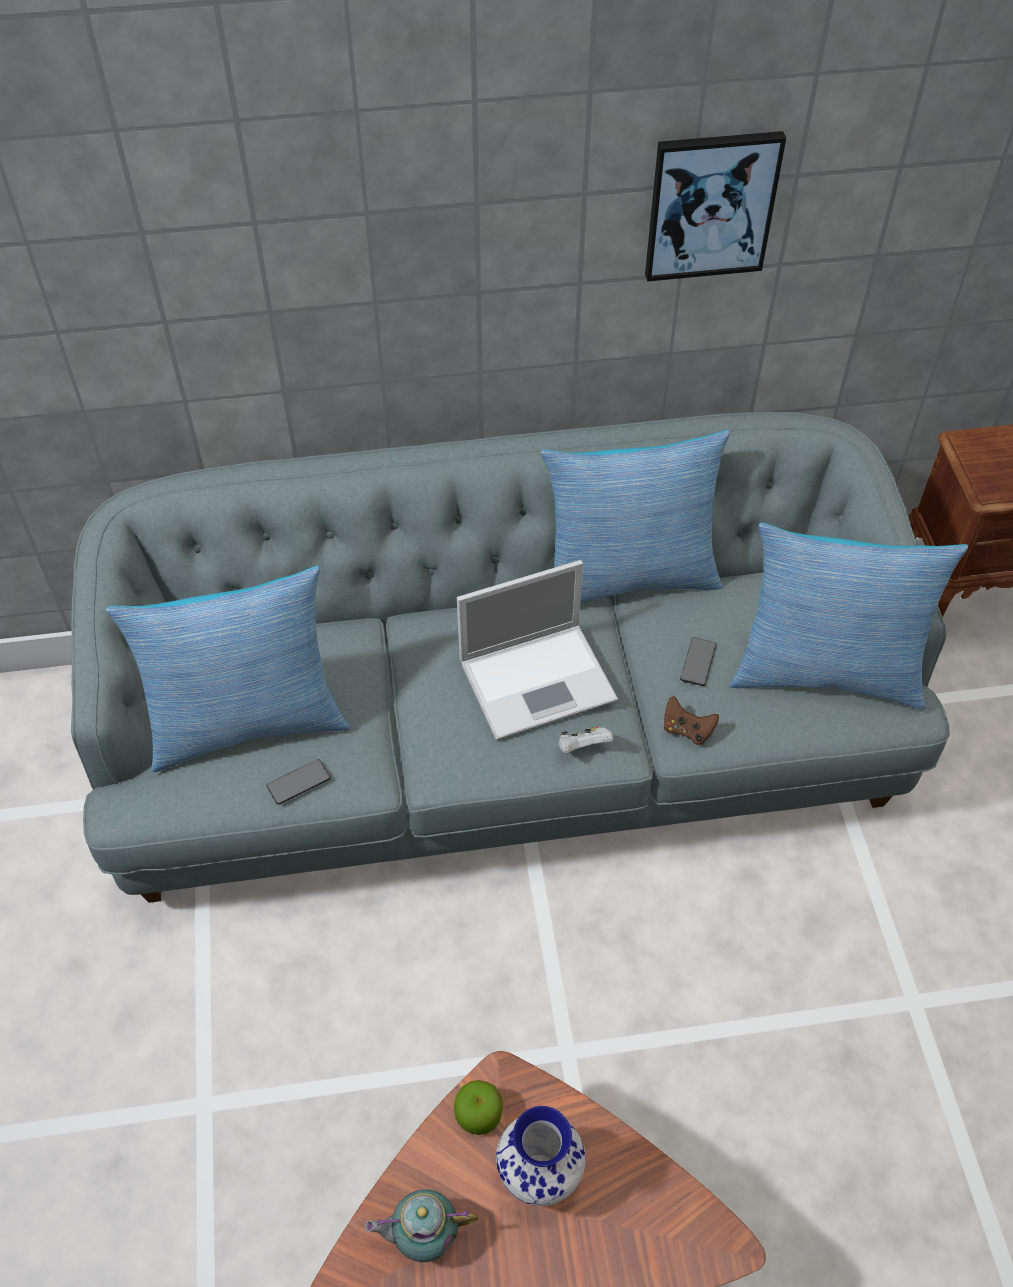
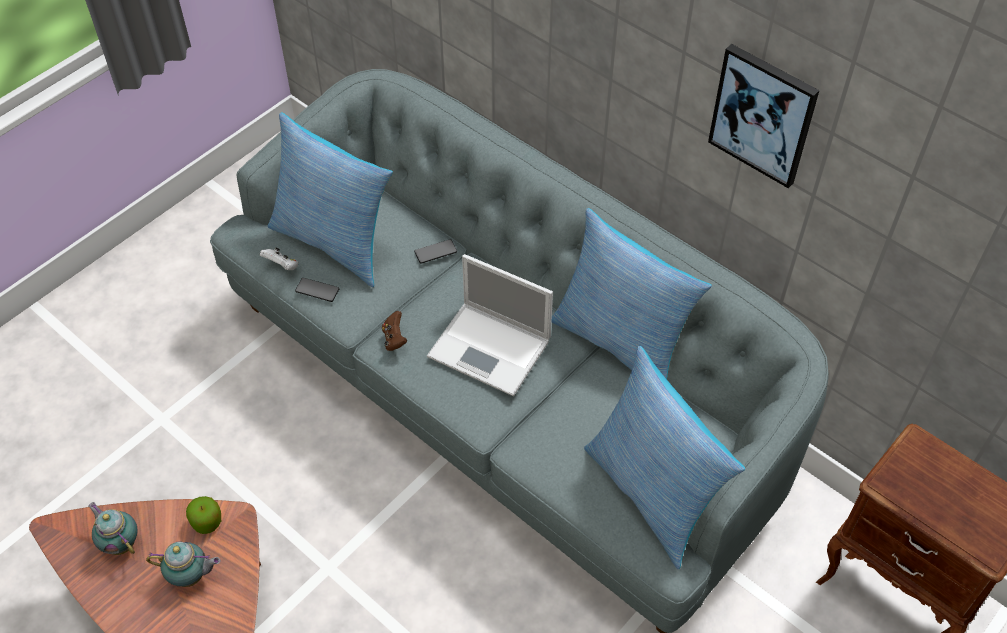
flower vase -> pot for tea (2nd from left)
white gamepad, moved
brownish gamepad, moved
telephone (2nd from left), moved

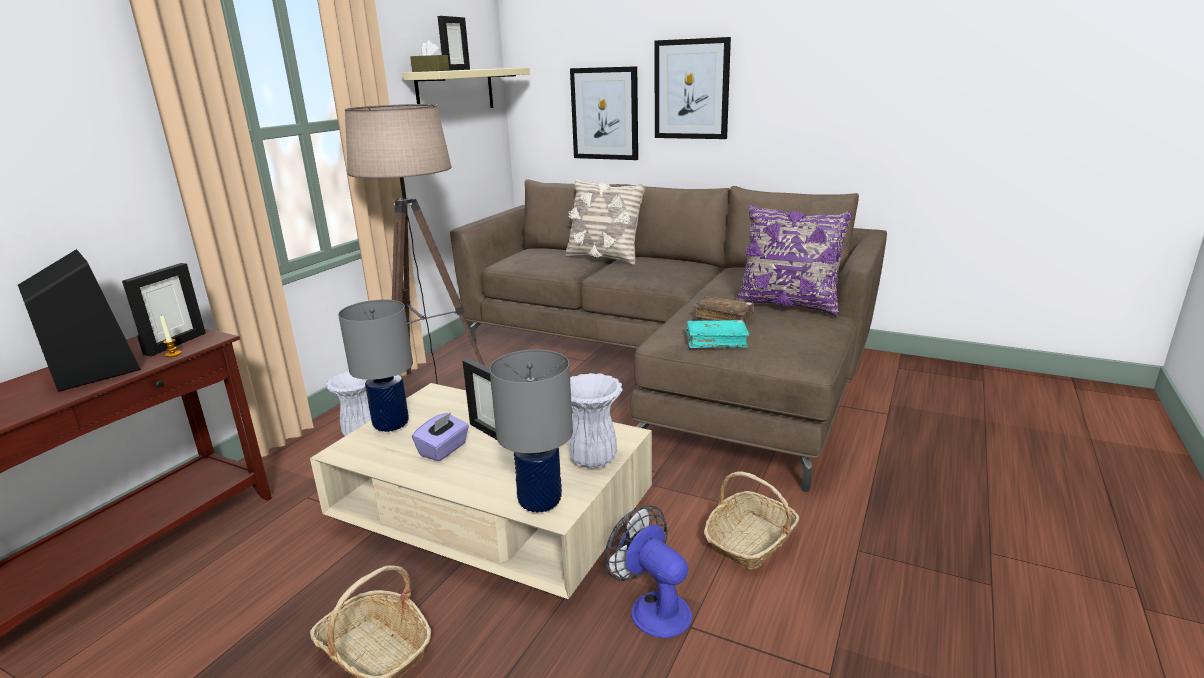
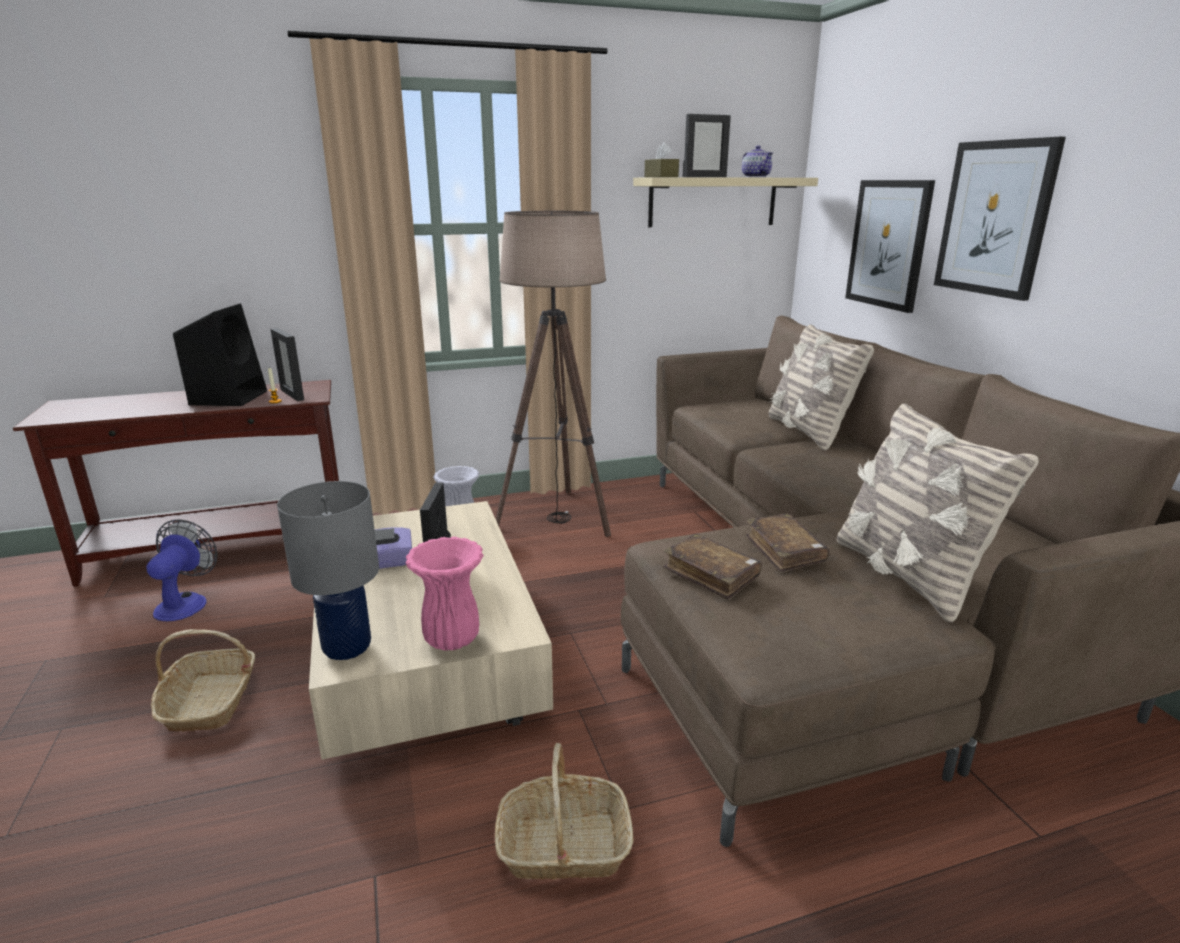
photo frame (1st from left), 75 degrees clockwise
greyish table lamp (1st from left) -> none
white flower vase (2nd from left) -> pink flower vase
electric fan, moved
turquoise bound book -> brownish bound book (1st from left)
purple-coloured cushion -> beige cushion (2nd from left)
none -> pot for tea

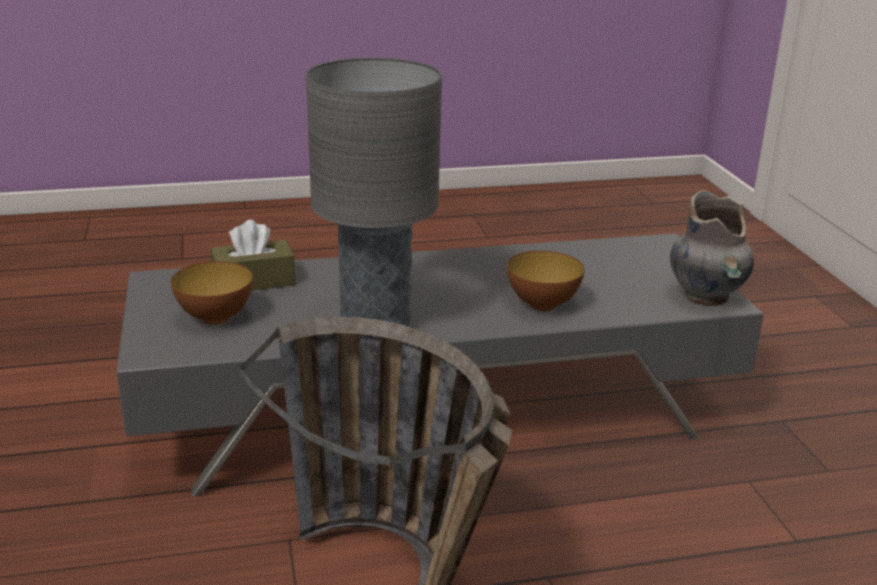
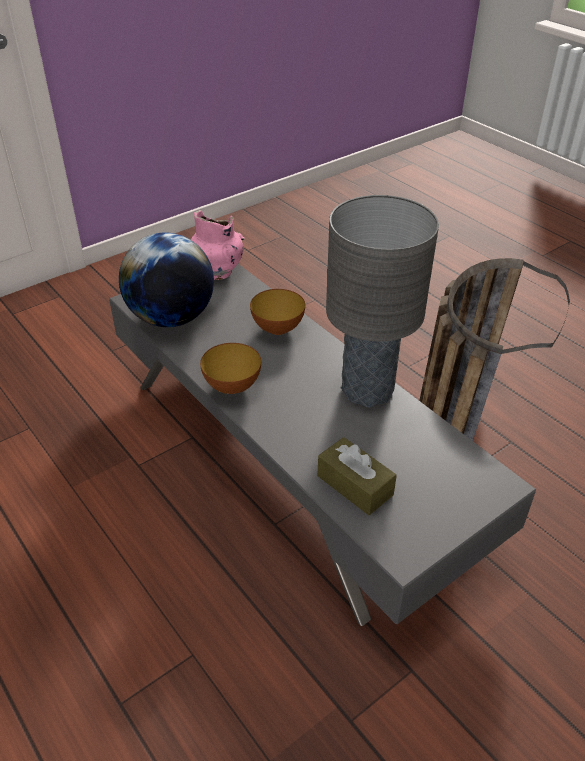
deep dish (1st from left), moved
greyish flower vase -> pink flower vase
none -> globe

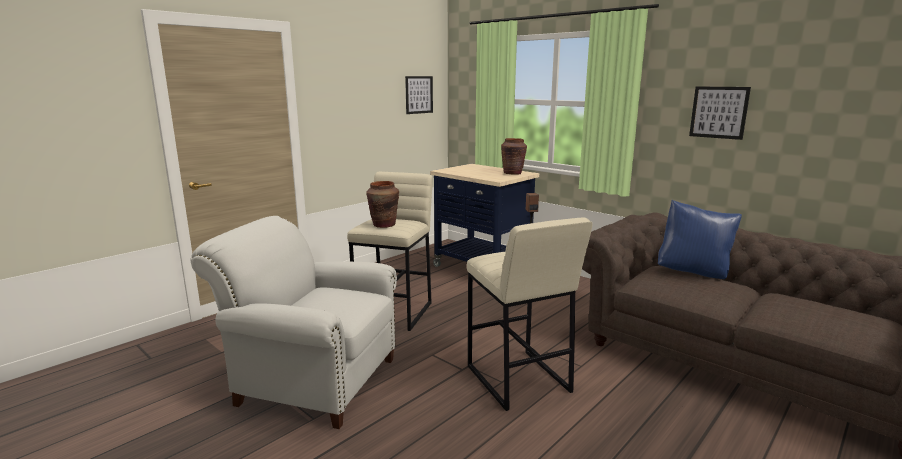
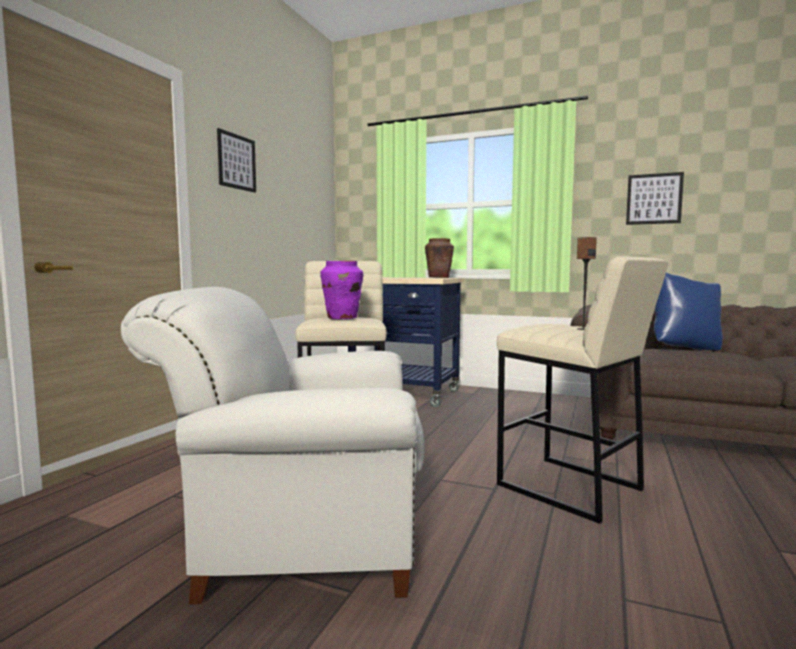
brownish flower vase (1st from left) -> purple-coloured flower vase
picture (1st from left), moved

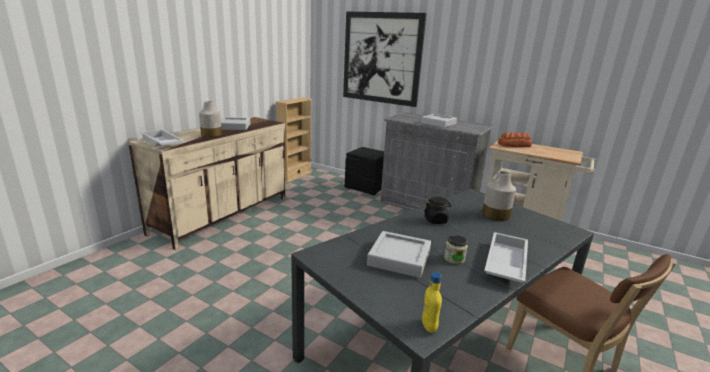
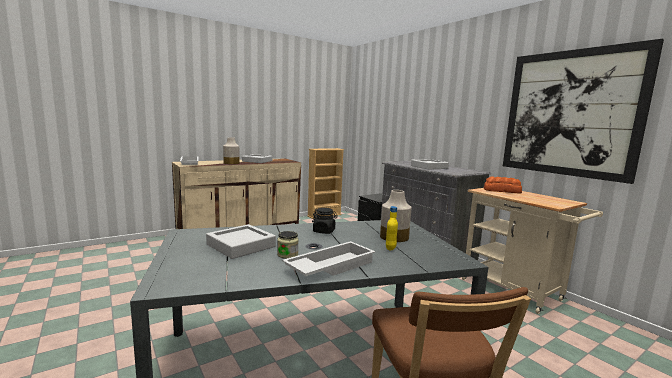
picture, moved
yellowish beverage bottle, moved

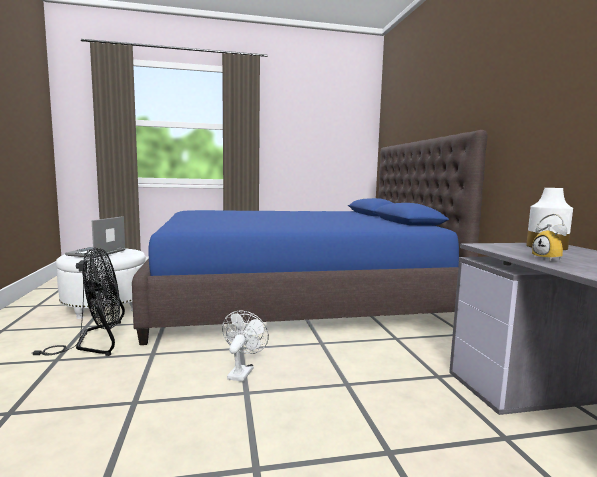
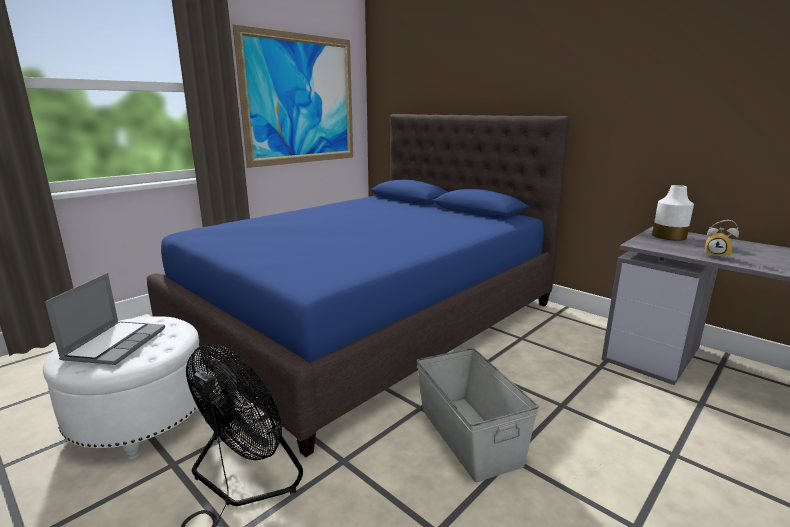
portable computer, 150 degrees counterclockwise
white electric fan -> greyish storage box
none -> picture

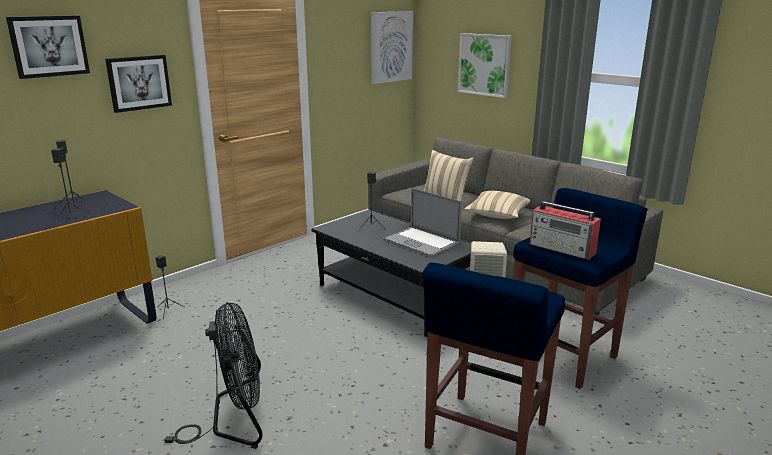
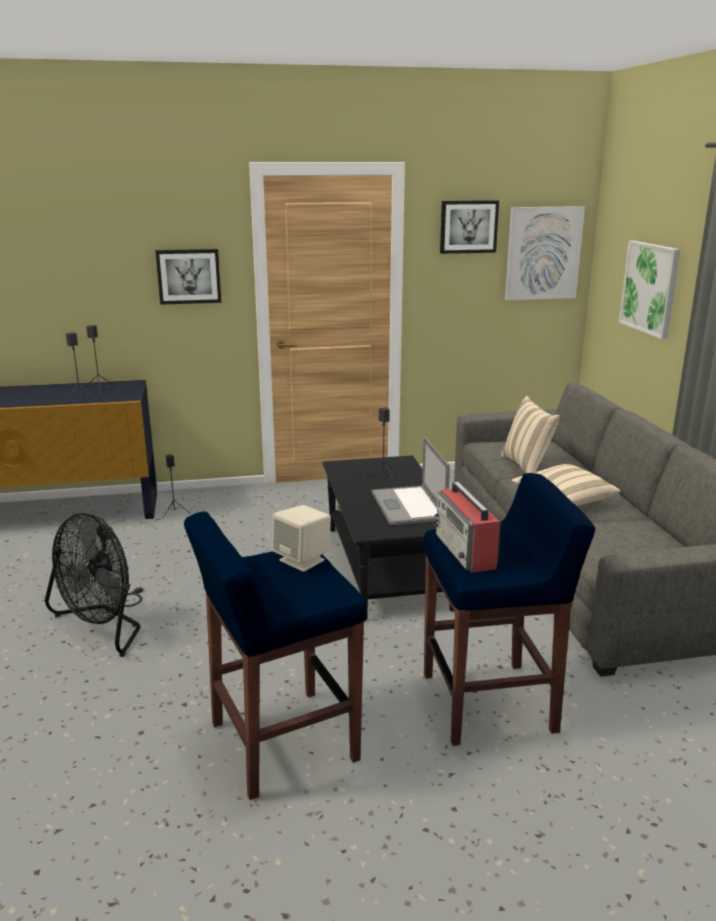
picture (1st from left in the first image) -> picture (2nd from left), moved
black electric fan, 105 degrees clockwise

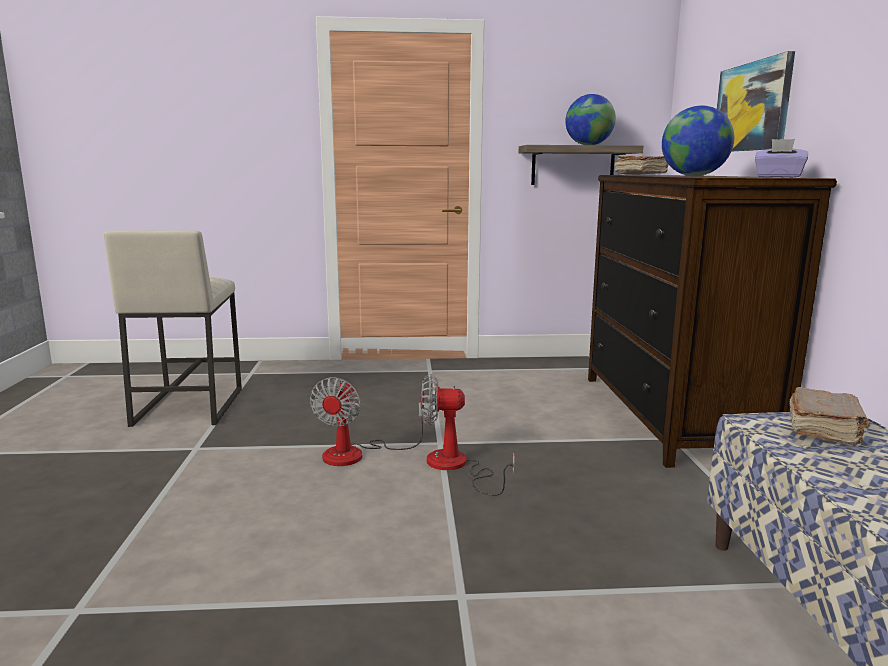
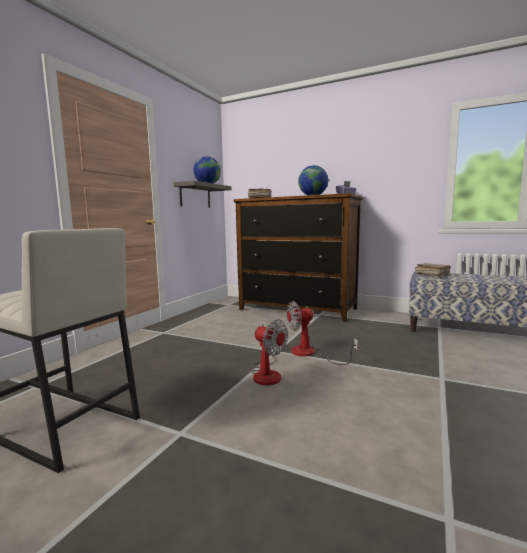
electric fan (2nd from left), 45 degrees clockwise
picture -> none

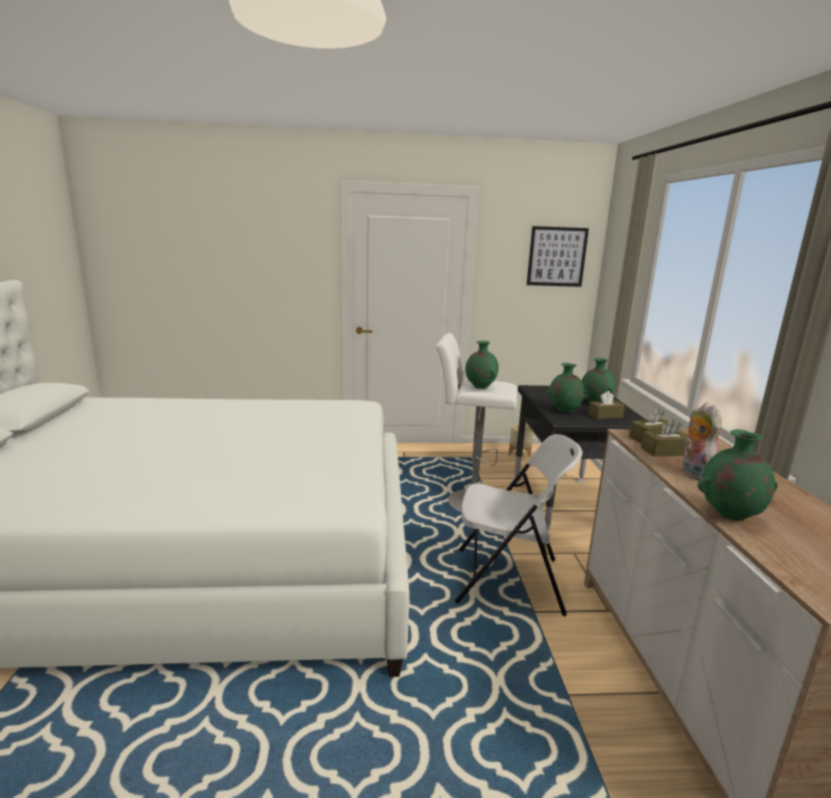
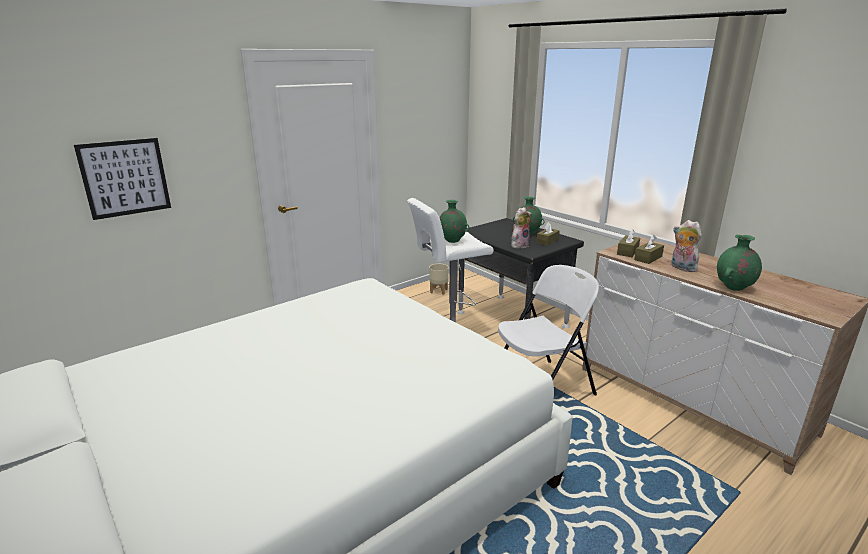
picture, moved
greenish flower vase (2nd from left) -> soft toy (1st from left)

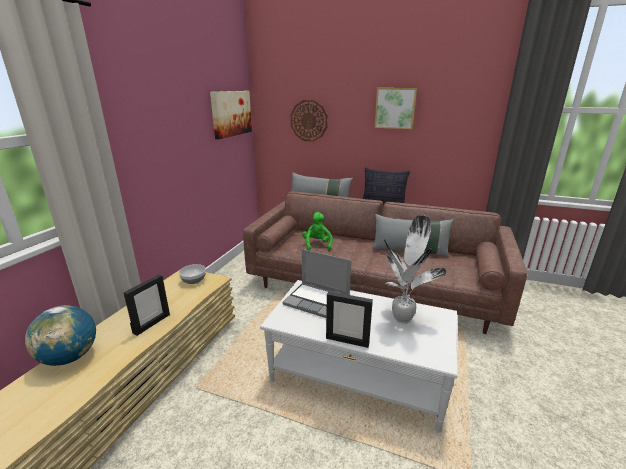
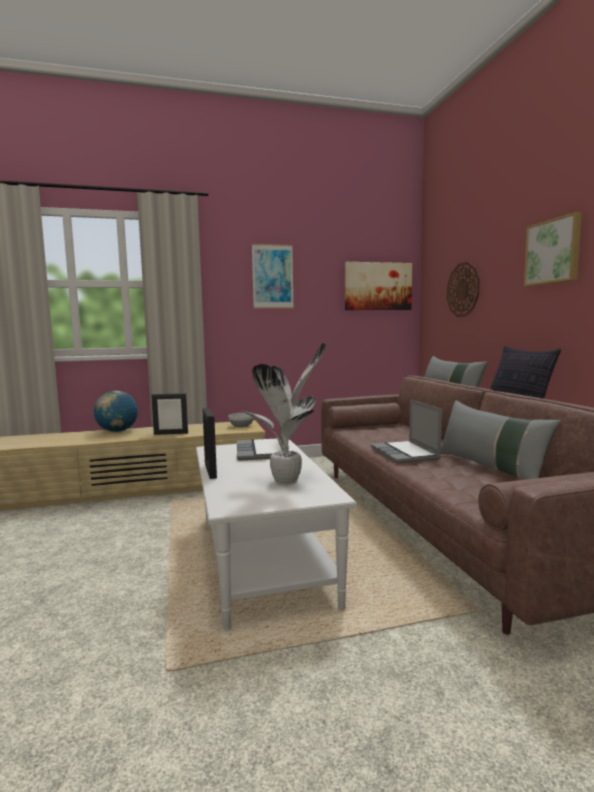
greenish soft toy -> none
none -> picture (1st from left)
none -> portable computer (2nd from left)

